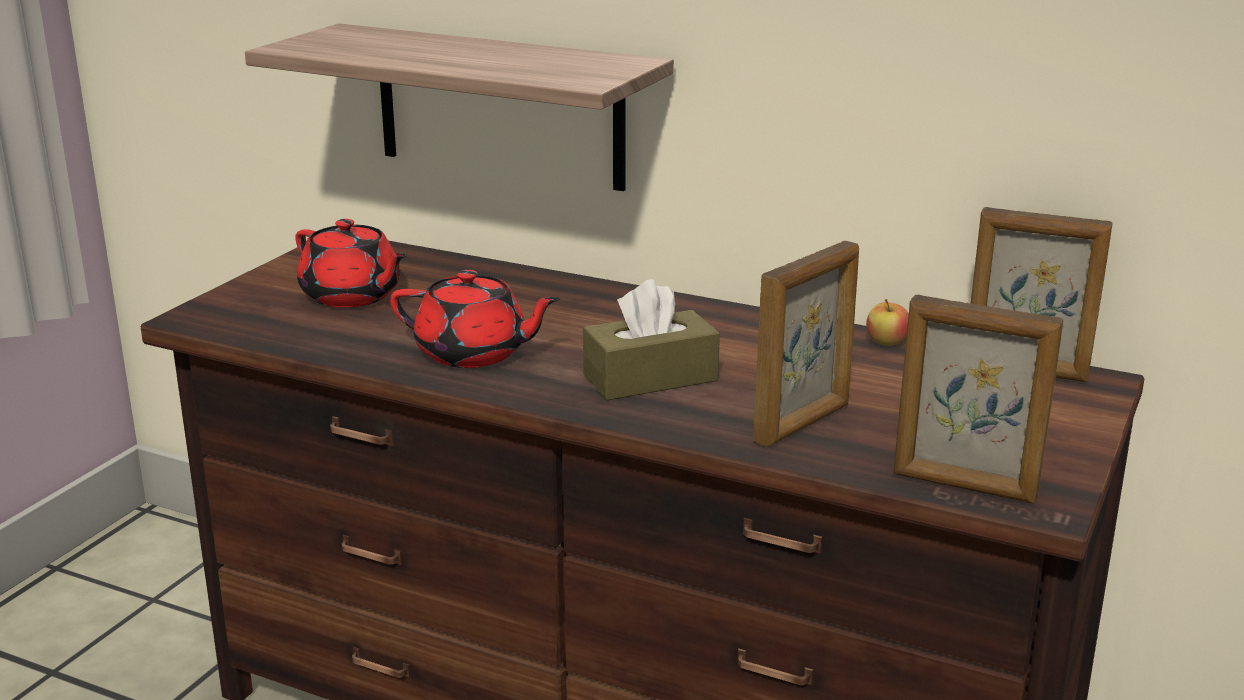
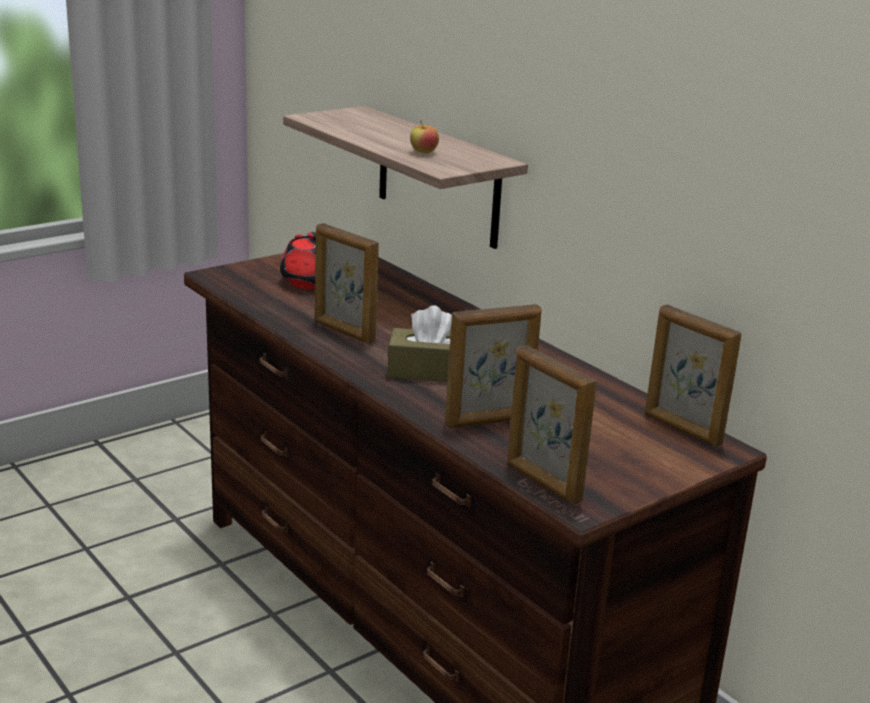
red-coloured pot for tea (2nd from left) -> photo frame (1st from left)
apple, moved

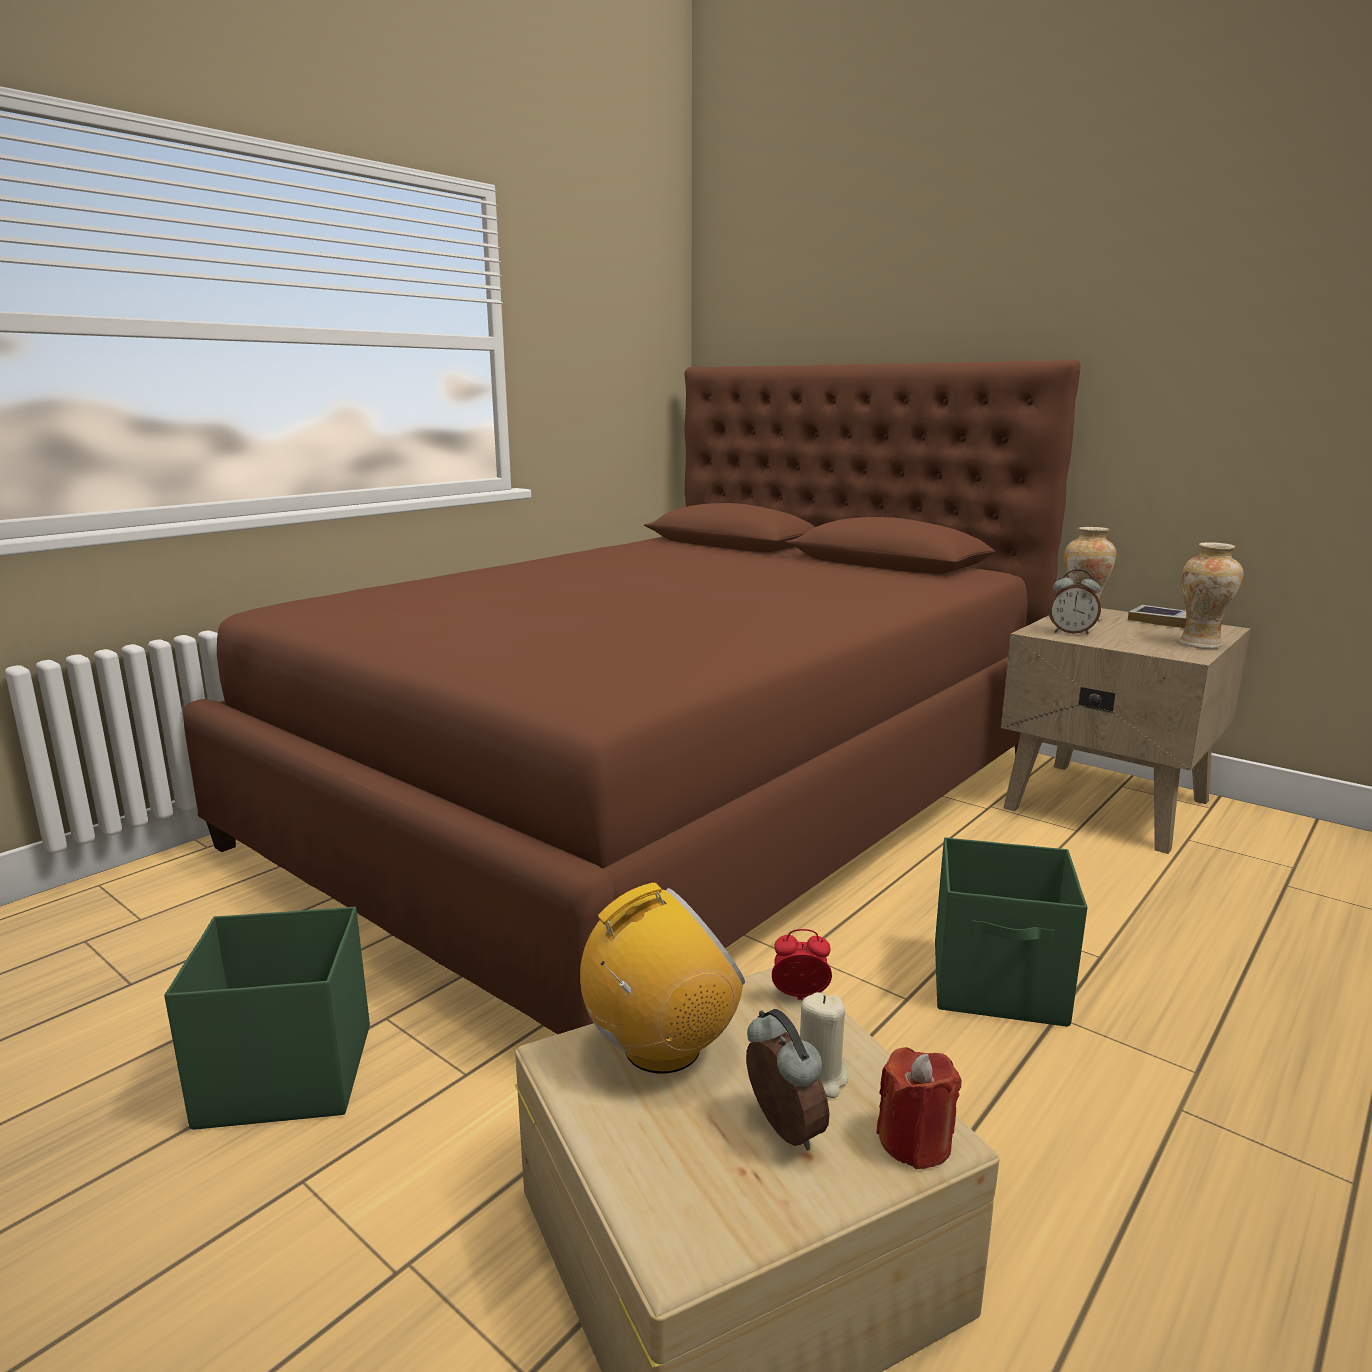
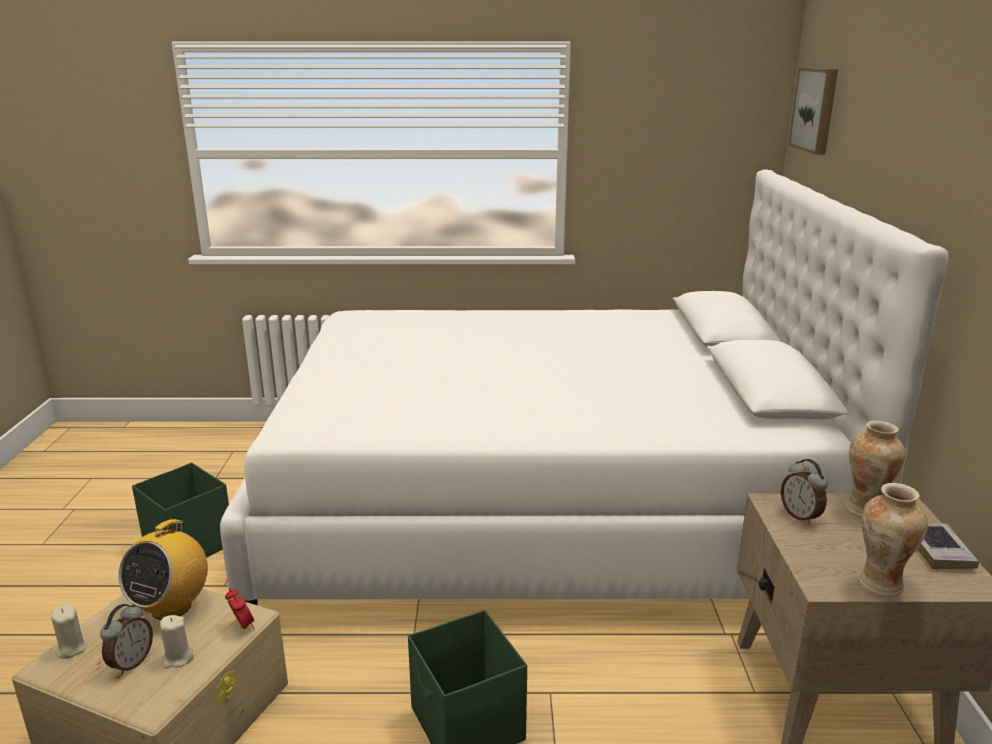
brownish bedroom bed -> white bedroom bed
radio, 90 degrees clockwise
red-coloured wax candle -> none
none -> beige wax candle (1st from left)
none -> picture

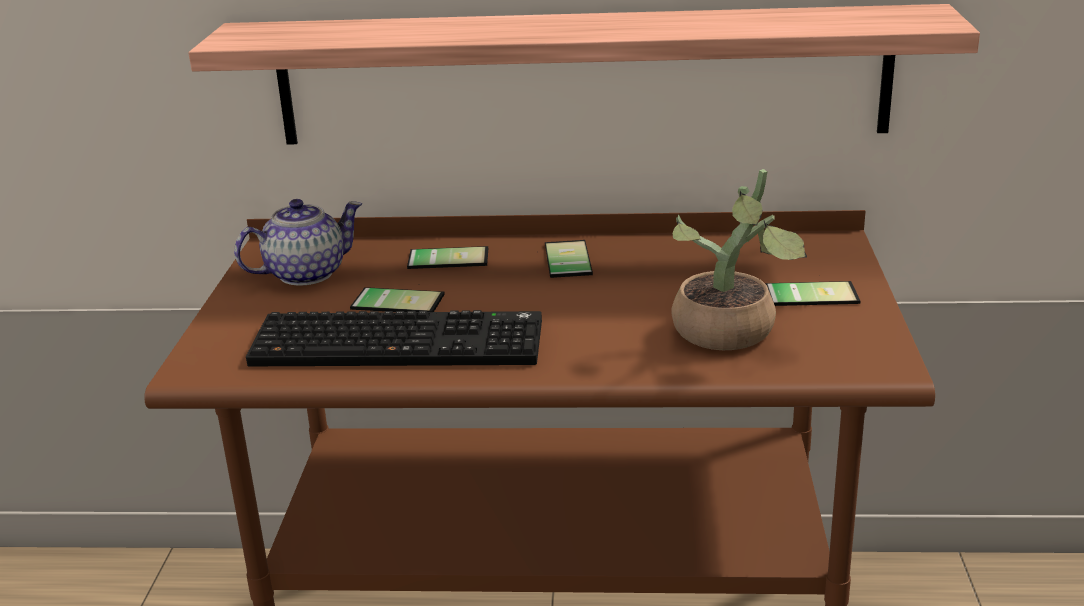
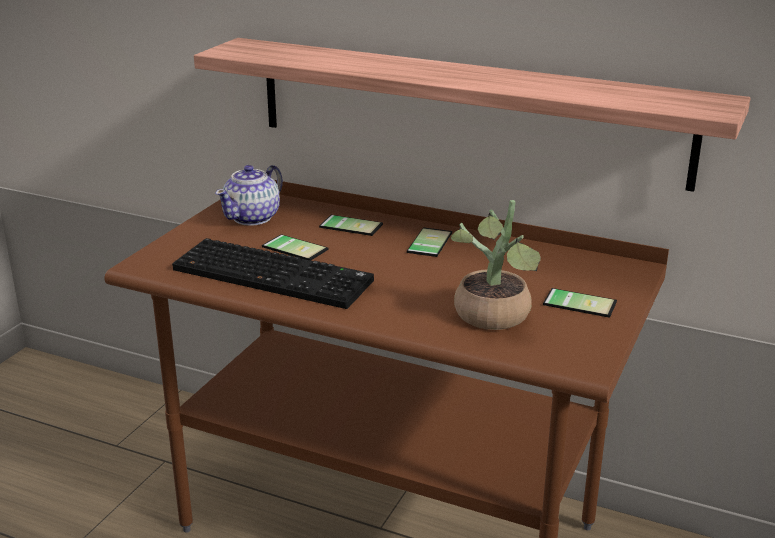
pot for tea, 135 degrees clockwise

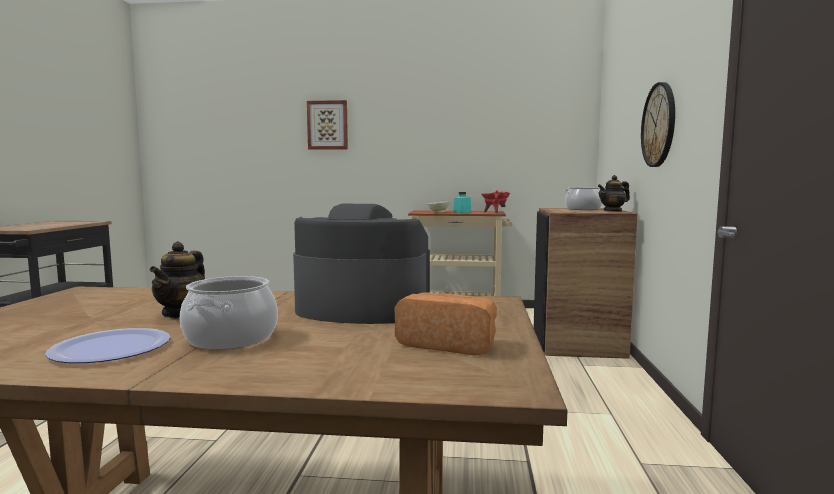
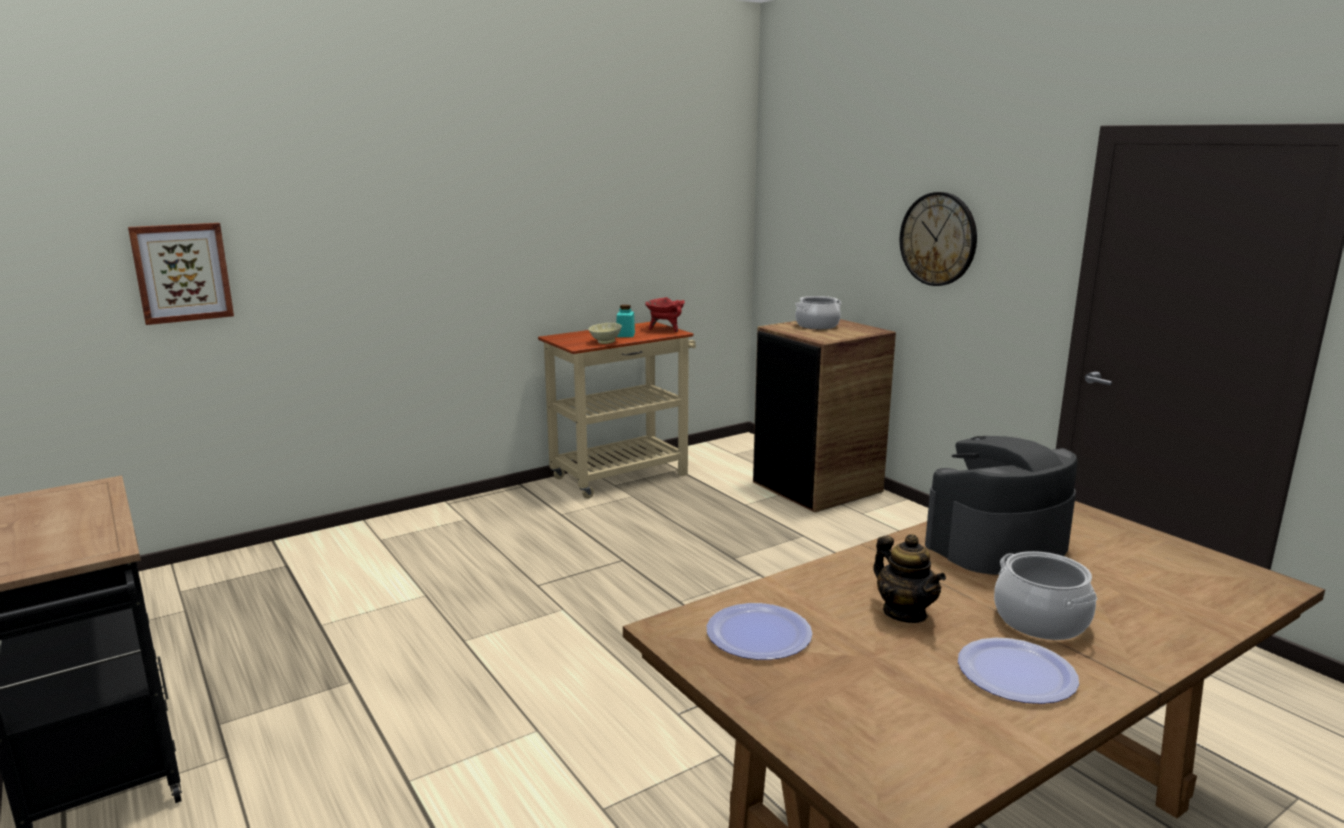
picture, moved
bakery bread -> none
pot for tea (2nd from left) -> none
none -> flat dish (1st from left)

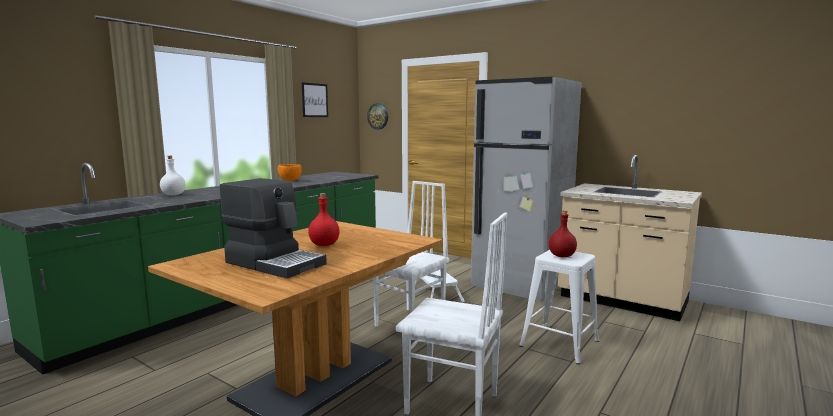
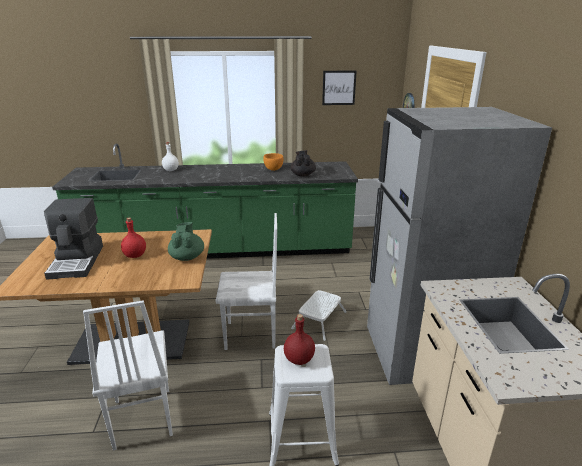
none -> greenish pot for tea
none -> black pot for tea

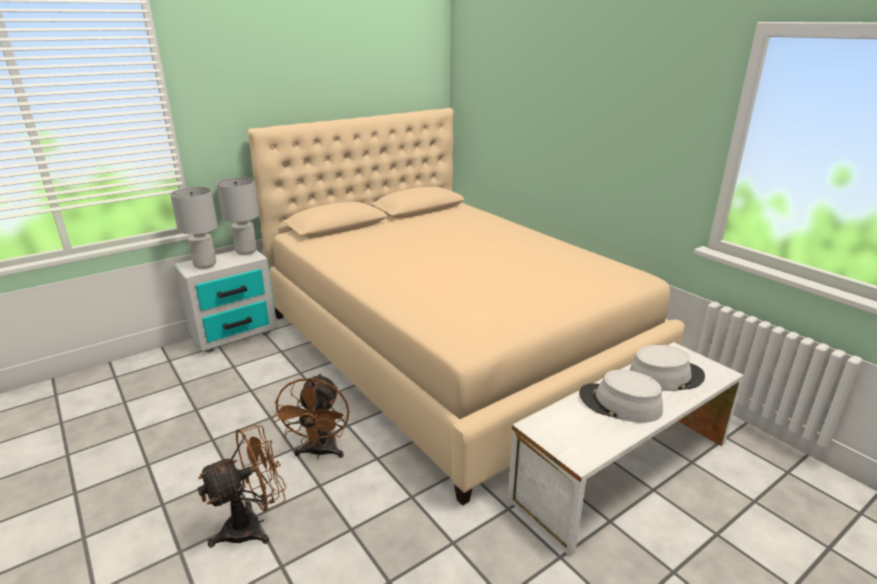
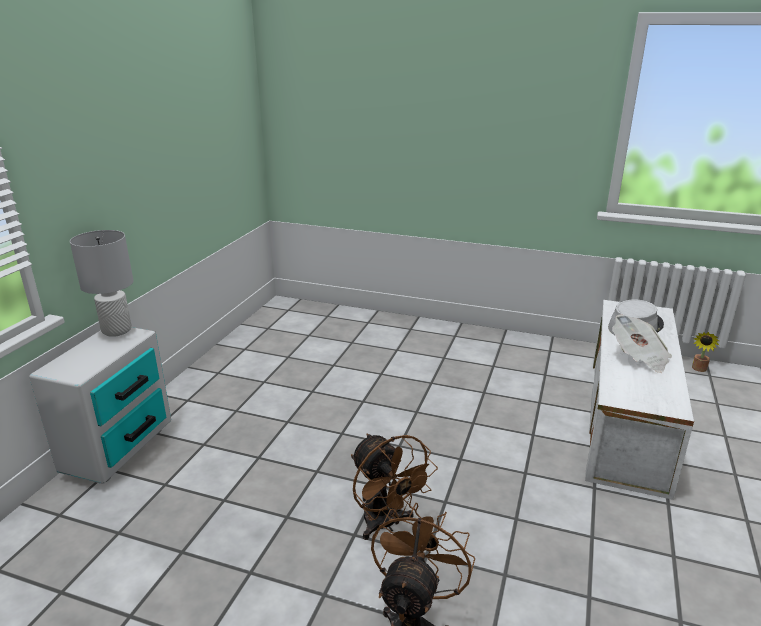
greyish table lamp (1st from left) -> none
beige bedroom bed -> none
greyish wearable hat (1st from left) -> daily paper
none -> plant in a pot

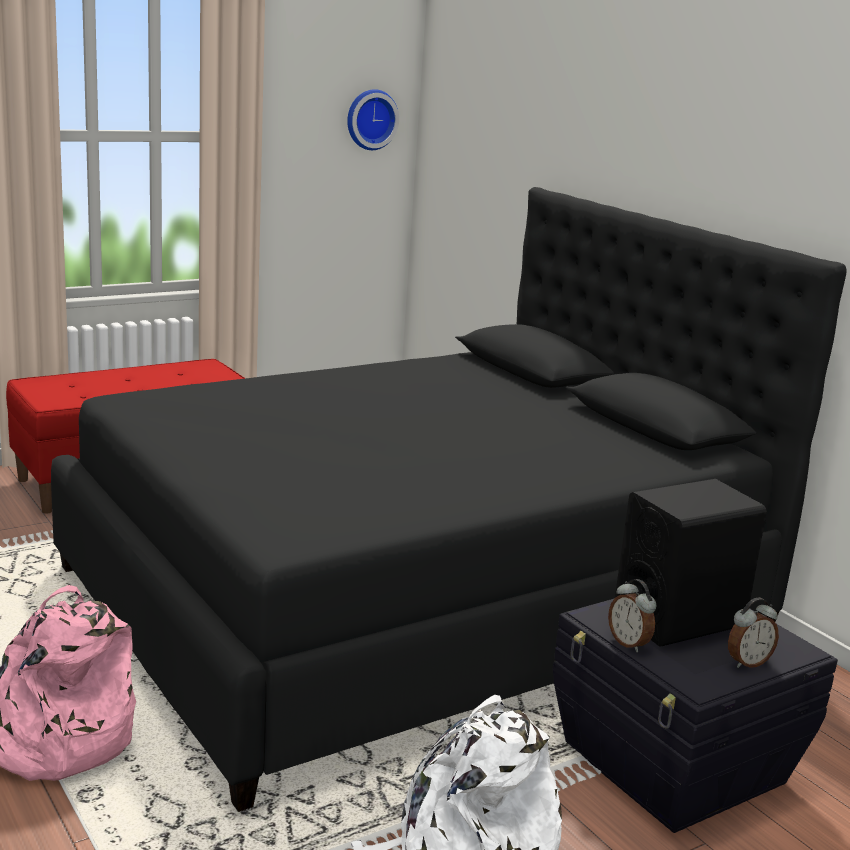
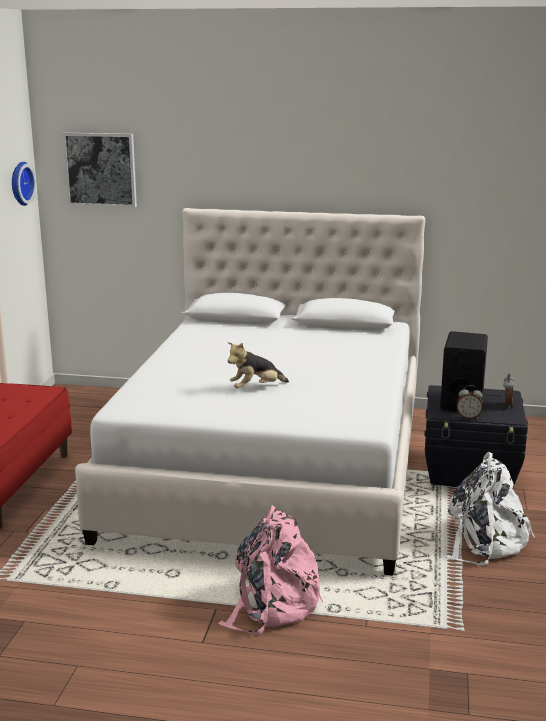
black bedroom bed -> white bedroom bed
none -> picture
none -> soft toy

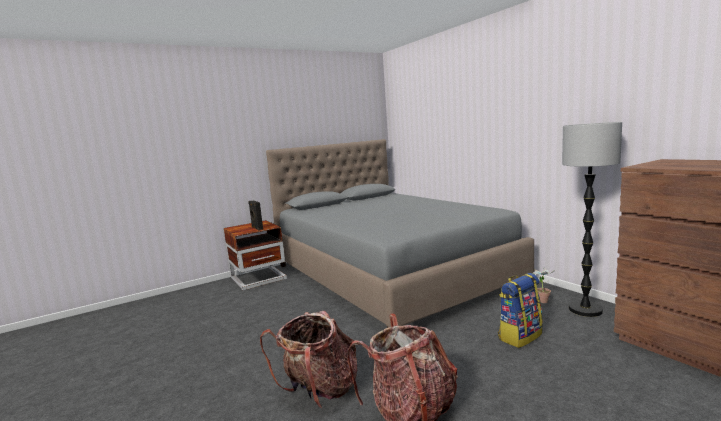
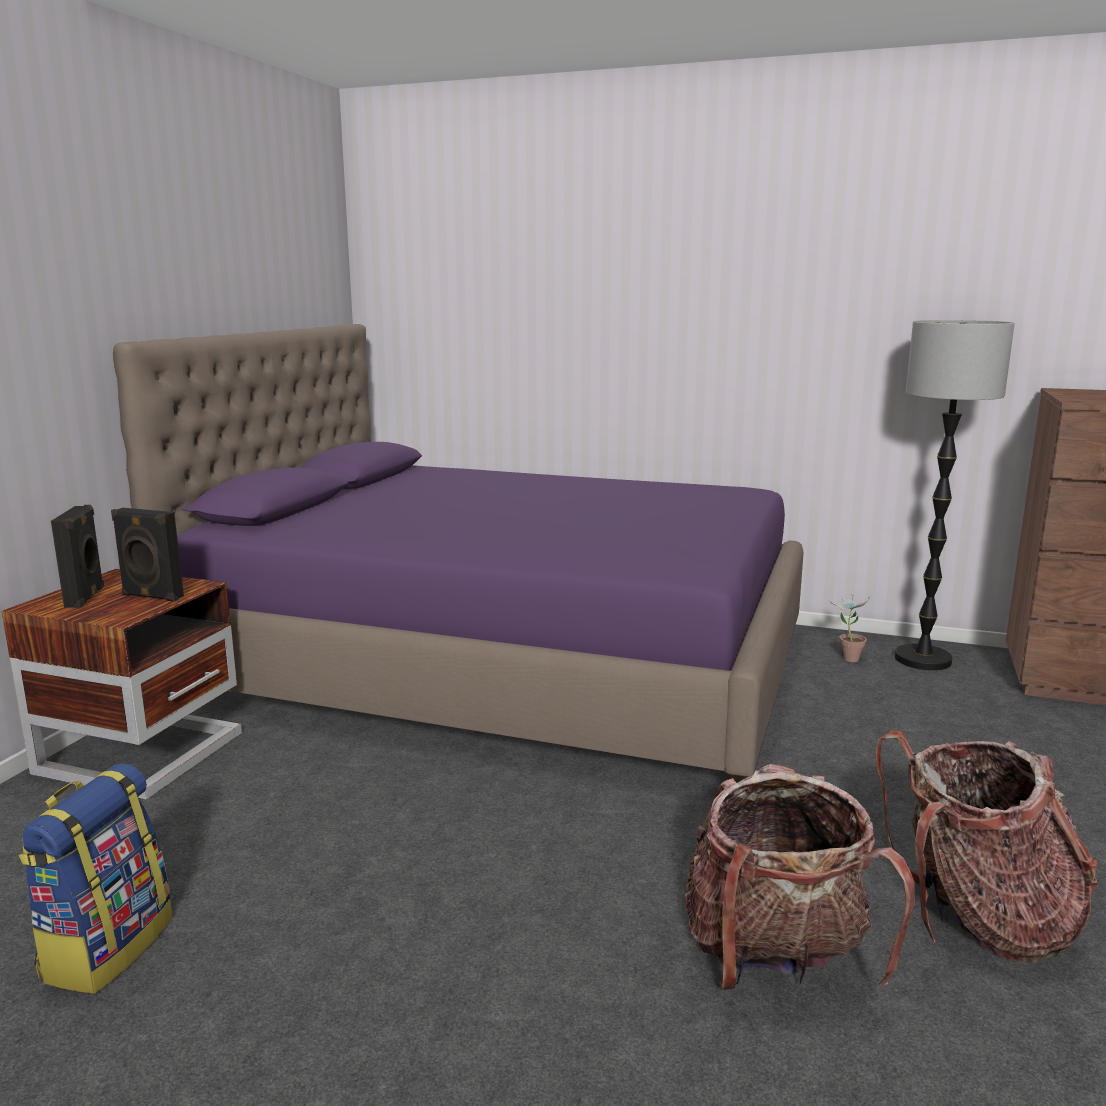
greyish bedroom bed -> purple-coloured bedroom bed
backpack (3rd from left in the first image) -> backpack (1st from left), moved
none -> black speaker (1st from left)

